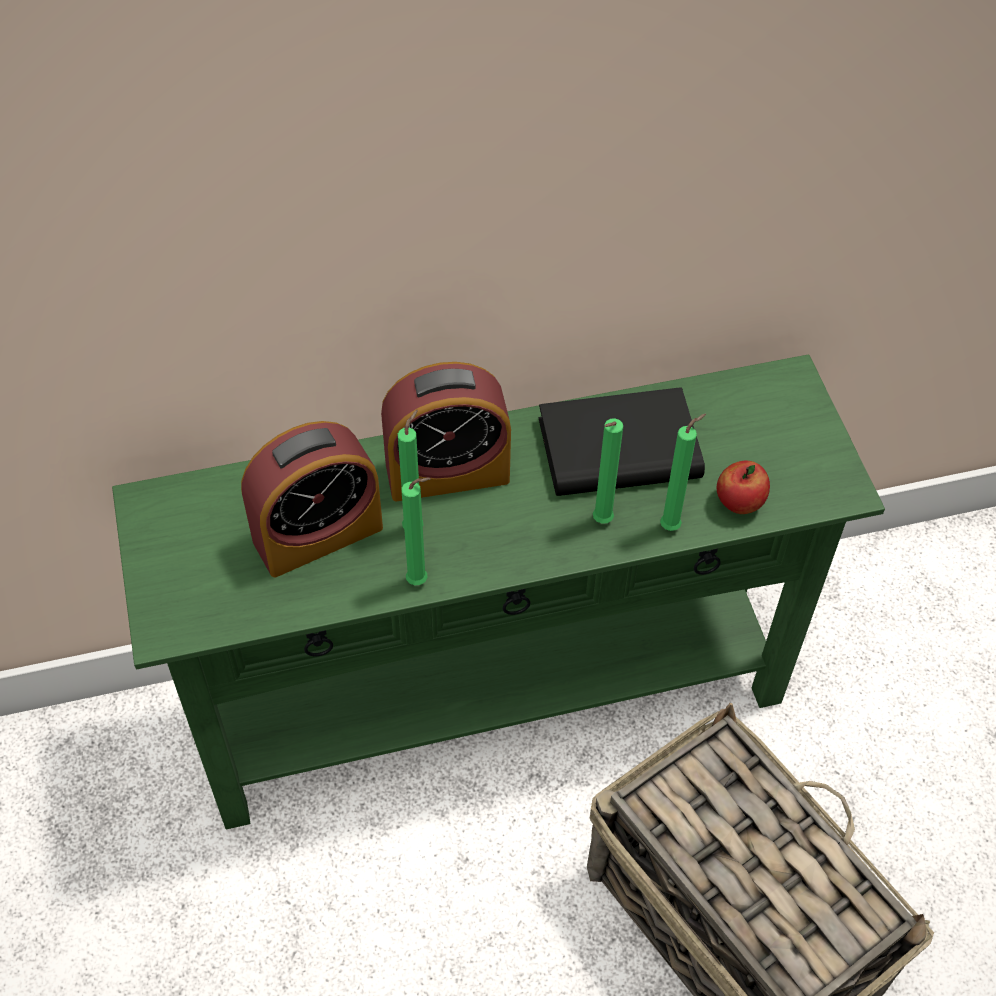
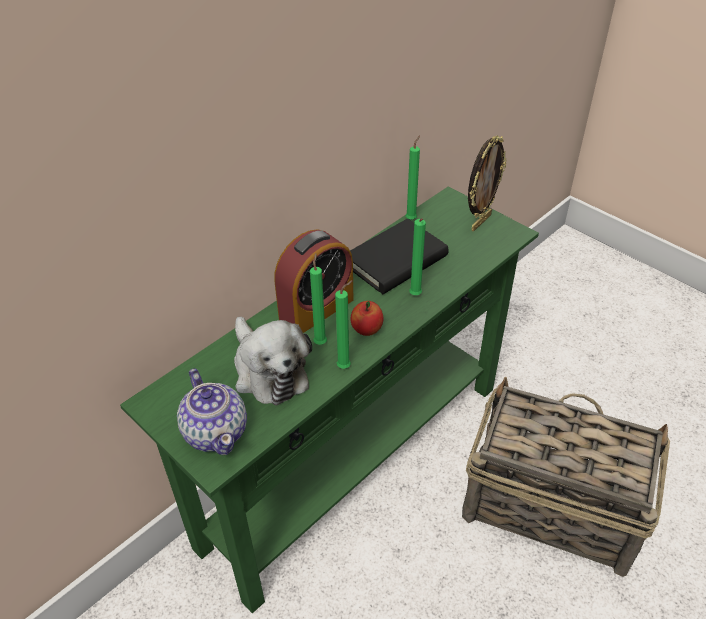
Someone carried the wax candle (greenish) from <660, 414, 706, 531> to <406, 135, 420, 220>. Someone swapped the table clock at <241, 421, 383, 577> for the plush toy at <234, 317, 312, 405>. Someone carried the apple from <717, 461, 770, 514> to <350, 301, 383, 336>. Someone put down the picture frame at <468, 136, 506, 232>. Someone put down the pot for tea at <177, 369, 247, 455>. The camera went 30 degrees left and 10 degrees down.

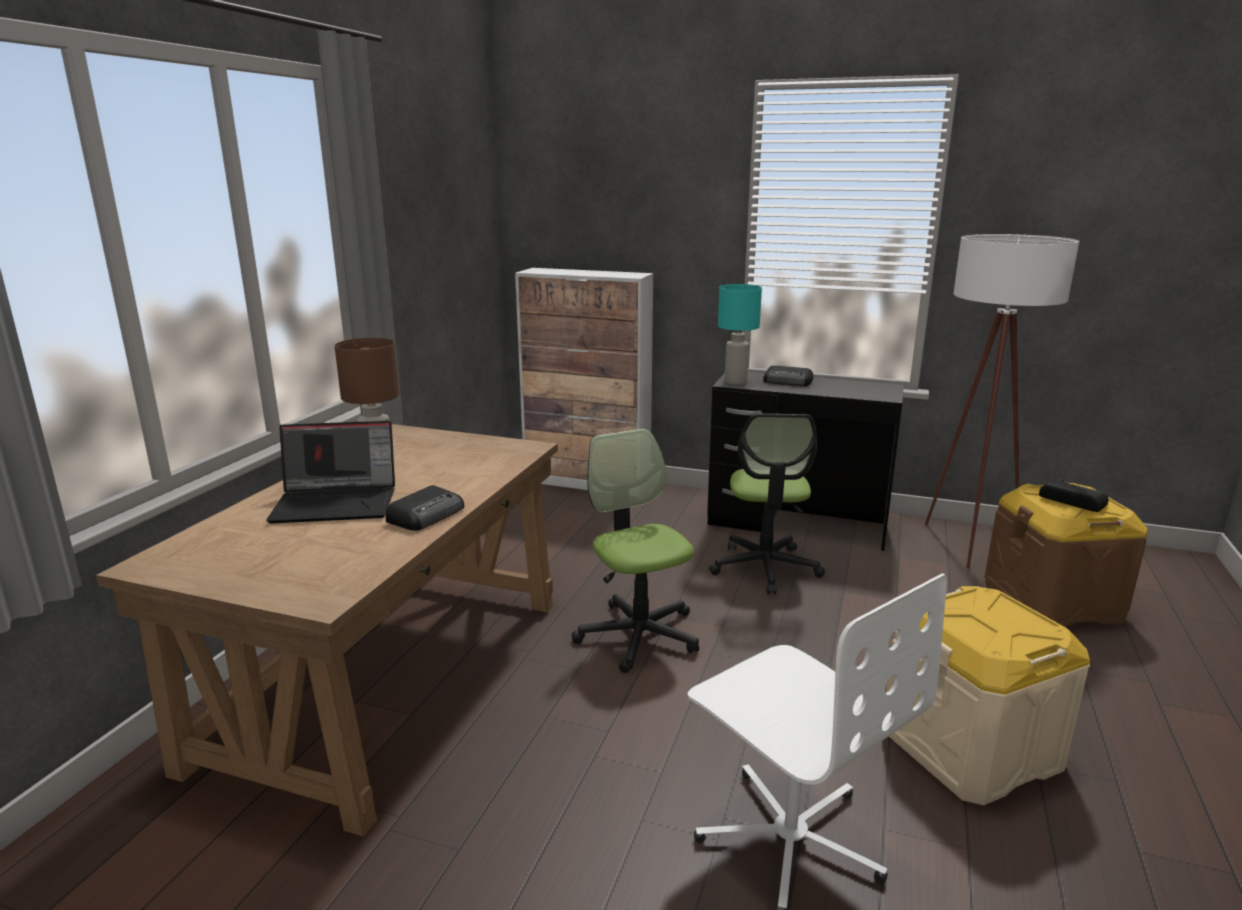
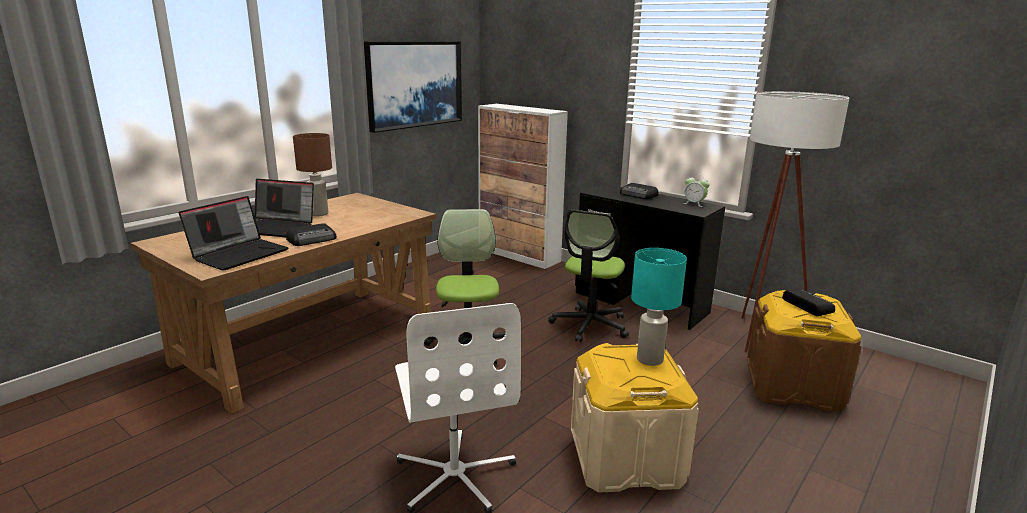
Someone carried the lamp for a table (turquoise-coloured) from <718, 284, 762, 385> to <631, 248, 687, 366>. Someone put up the wall picture at <364, 41, 462, 133>. Someone put down the table clock at <683, 175, 710, 207>. Someone put down the laptop at <179, 196, 288, 271>. The camera went 20 degrees right and 0 degrees up.

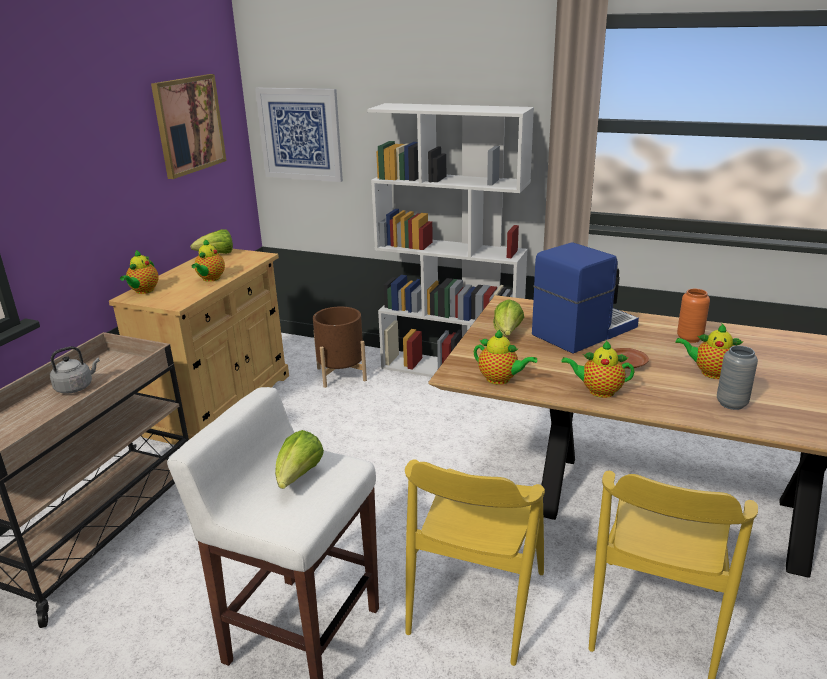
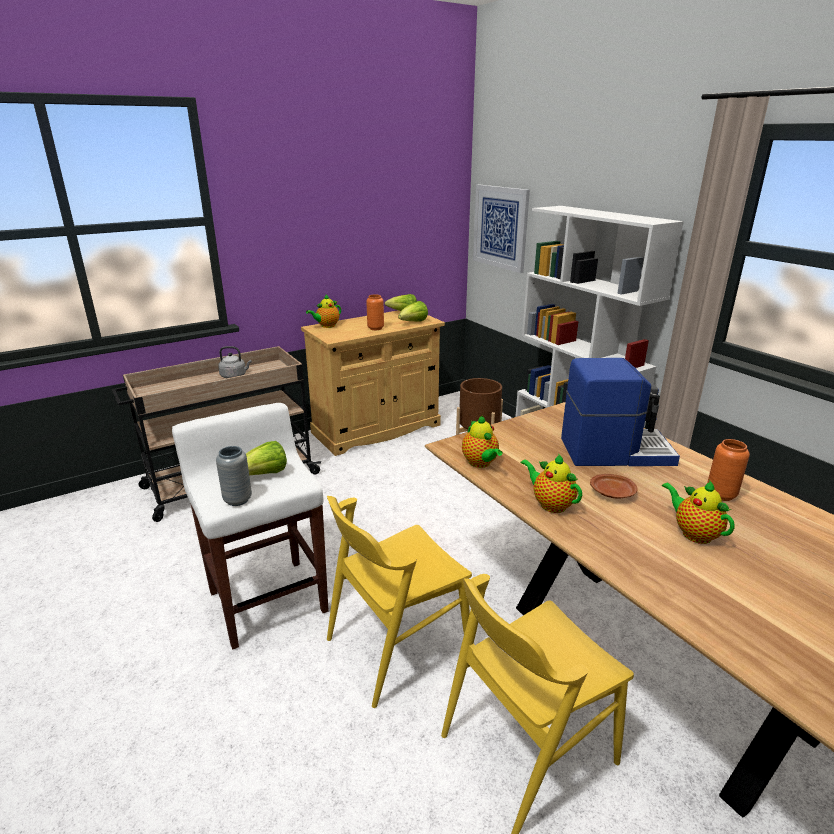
Someone took away the wall picture at <151, 74, 227, 179>. Someone swapped the pot for tea at <192, 239, 225, 282> for the decorative vase (orange-coloured) at <366, 294, 384, 330>. Someone carried the lettuce head from <493, 299, 524, 336> to <398, 301, 428, 322>. Someone carried the decorative vase (greyish) from <717, 346, 758, 410> to <216, 446, 252, 506>. The camera went 35 degrees right and 0 degrees up.

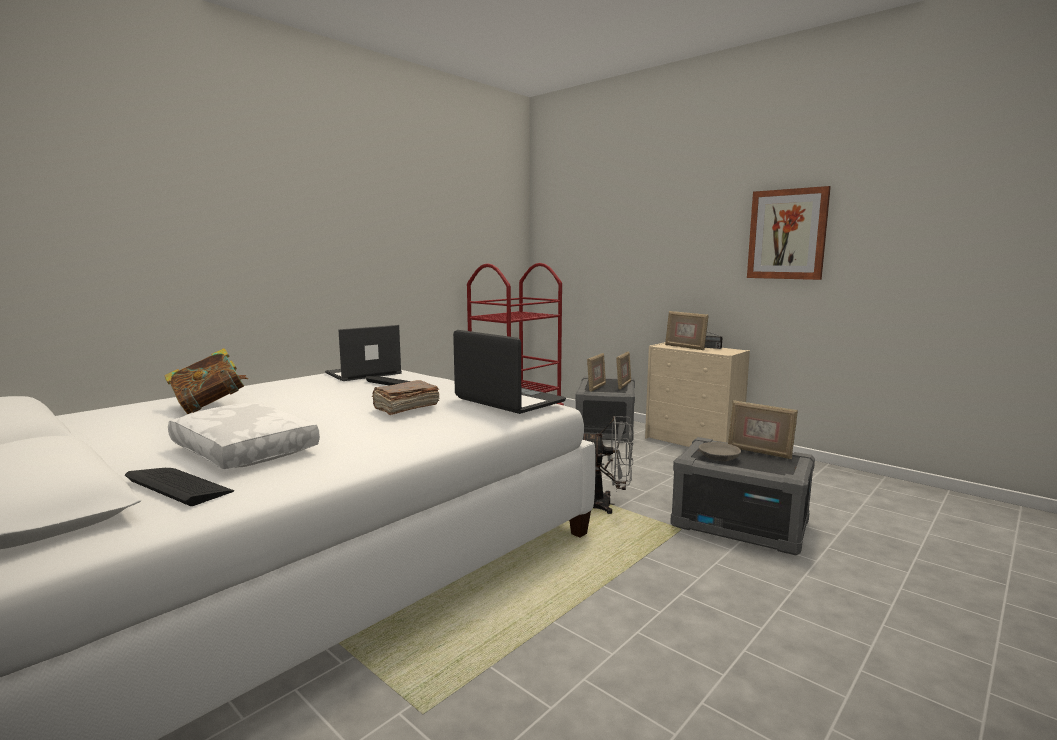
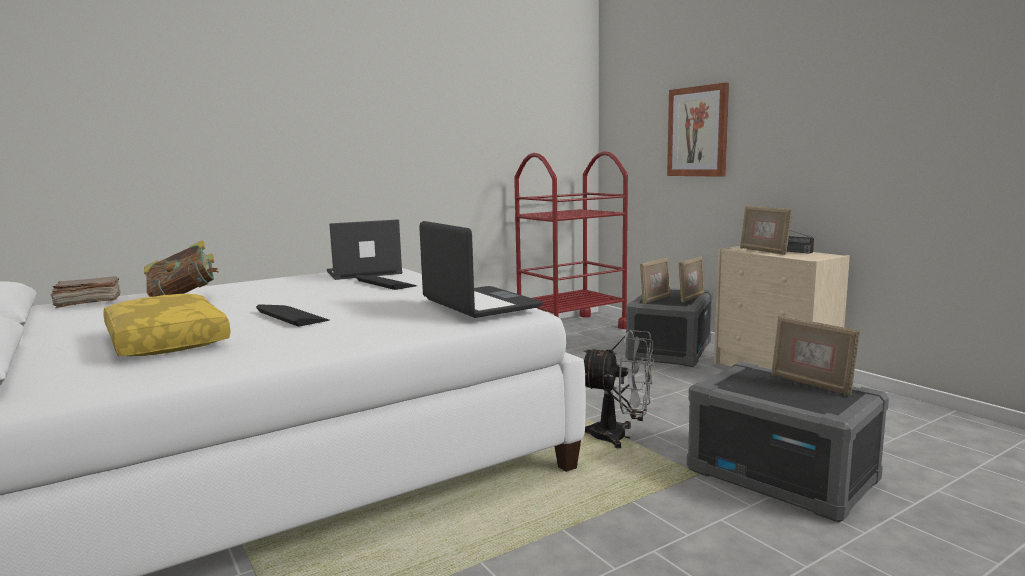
Someone carried the wall picture from <747, 186, 831, 280> to <667, 83, 729, 177>. Someone carried the volume (brownish) from <372, 380, 439, 415> to <51, 276, 121, 308>. Someone repainted the pillow (white) at <168, 403, 320, 469>, which became the pillow (yellow) at <103, 294, 230, 356>. Someone took away the bowl (greyish) at <699, 442, 741, 461>. Someone carried the computer keyboard from <125, 468, 234, 506> to <256, 304, 329, 327>. The camera went 15 degrees right and 0 degrees up.

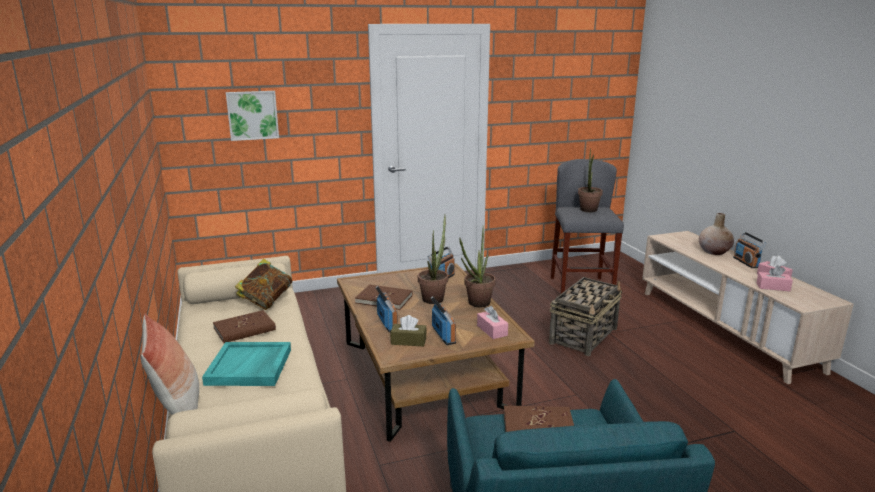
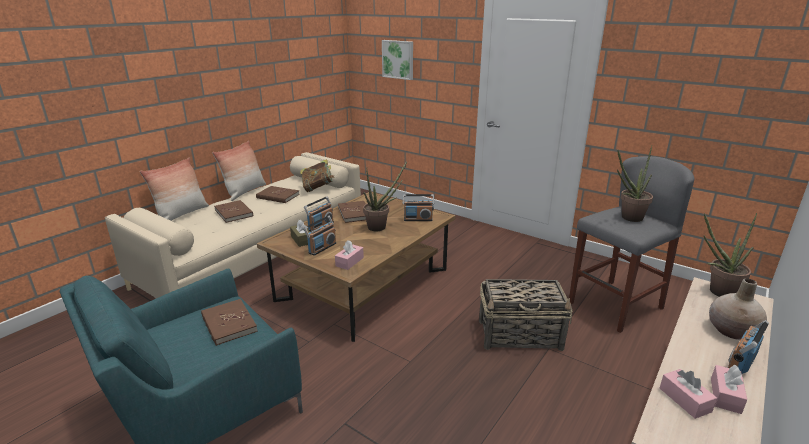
Someone carried the potted plant from <459, 228, 496, 307> to <703, 213, 757, 297>. Someone swapped the carrying tray (turquoise-coloured) at <202, 342, 291, 386> for the volume (brownish) at <214, 200, 253, 223>. Someone put down the pillow at <212, 141, 266, 201>. The camera went 55 degrees right and 5 degrees up.

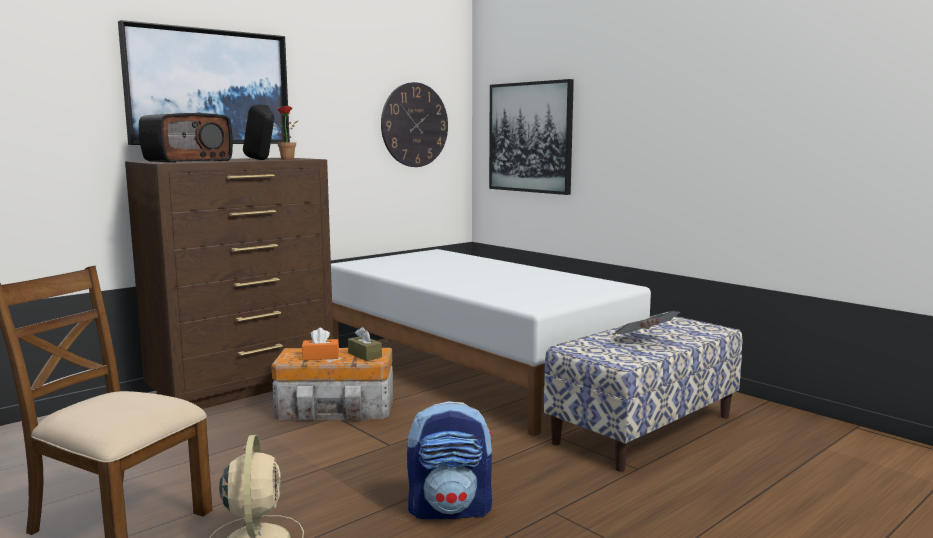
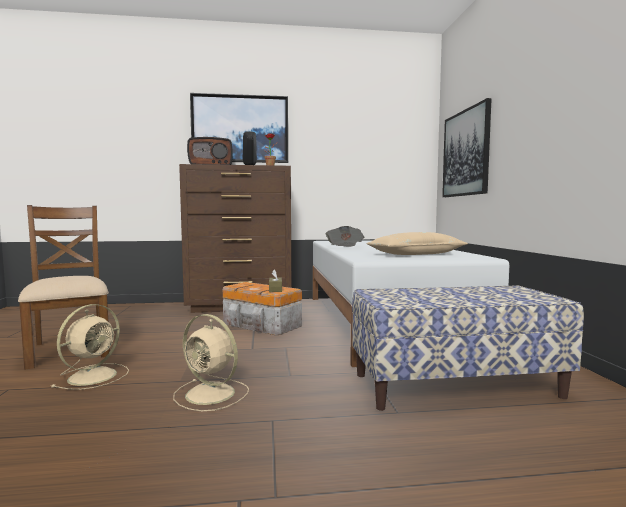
Someone took away the wall clock at <381, 82, 448, 167>. Someone carried the printed paper from <612, 311, 680, 335> to <326, 226, 365, 247>. Someone took away the tissue box (orange-coloured) at <302, 328, 339, 360>. Someone swapped the backpack at <407, 401, 493, 519> for the cooling fan (beige-coloured) at <173, 314, 249, 411>. Someone put down the pillow (beige-coloured) at <366, 232, 468, 255>. The camera went 35 degrees right and 5 degrees down.

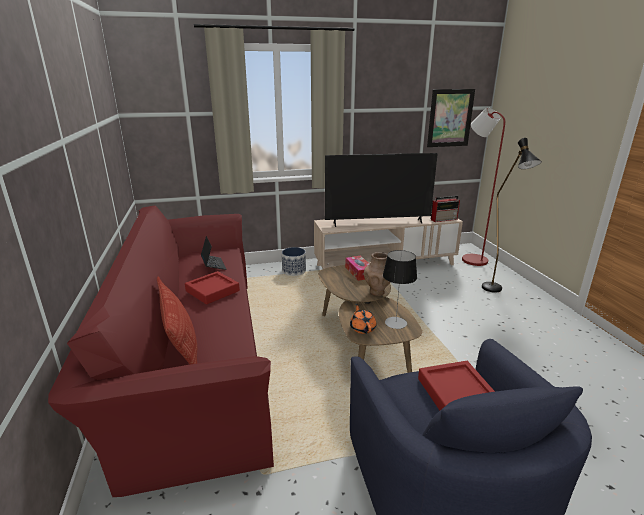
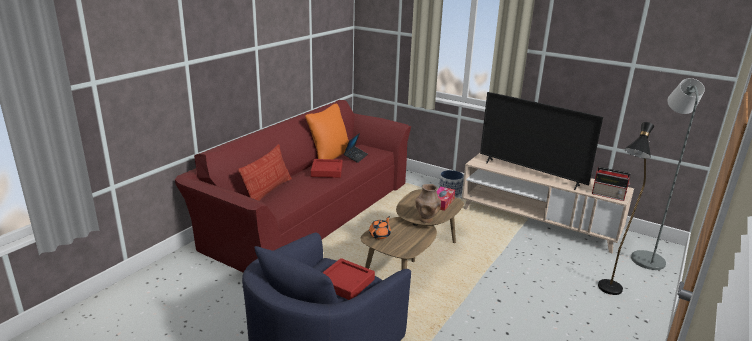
Someone took away the wall picture at <427, 89, 475, 147>. Someone repainted the standing lamp (red) at <462, 107, 505, 266>, which became the standing lamp (greyish) at <631, 78, 705, 270>. Someone took away the lamp for a table at <383, 250, 417, 329>. Someone put down the pillow (orange-coloured) at <305, 104, 349, 159>. The camera went 45 degrees right and 0 degrees up.

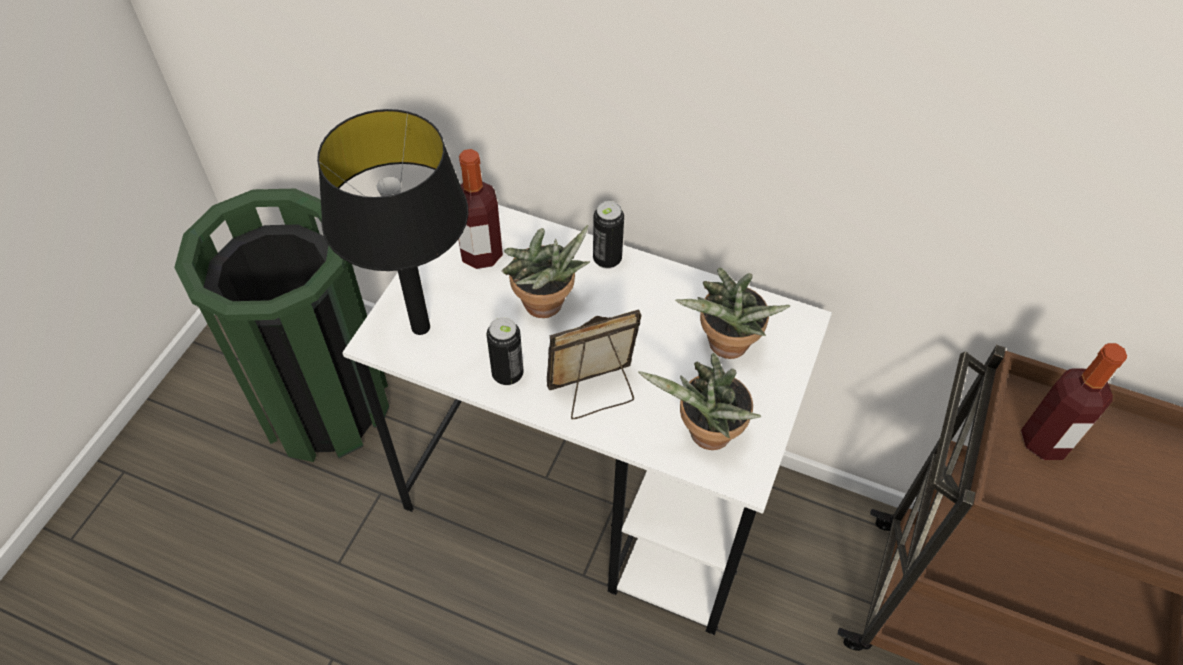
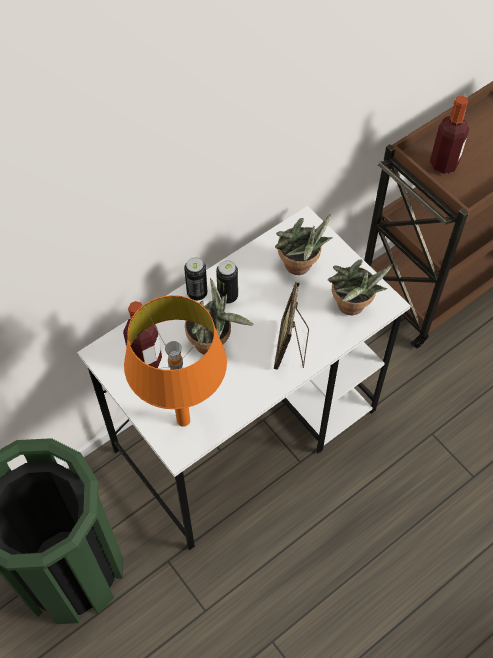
Someone repainted the lamp for a table (black-coloured) at <317, 109, 468, 335>, which became the lamp for a table (orange-coloured) at <124, 295, 227, 427>. Someone carried the can from <487, 317, 524, 385> to <216, 260, 238, 304>. The camera went 60 degrees left and 5 degrees up.

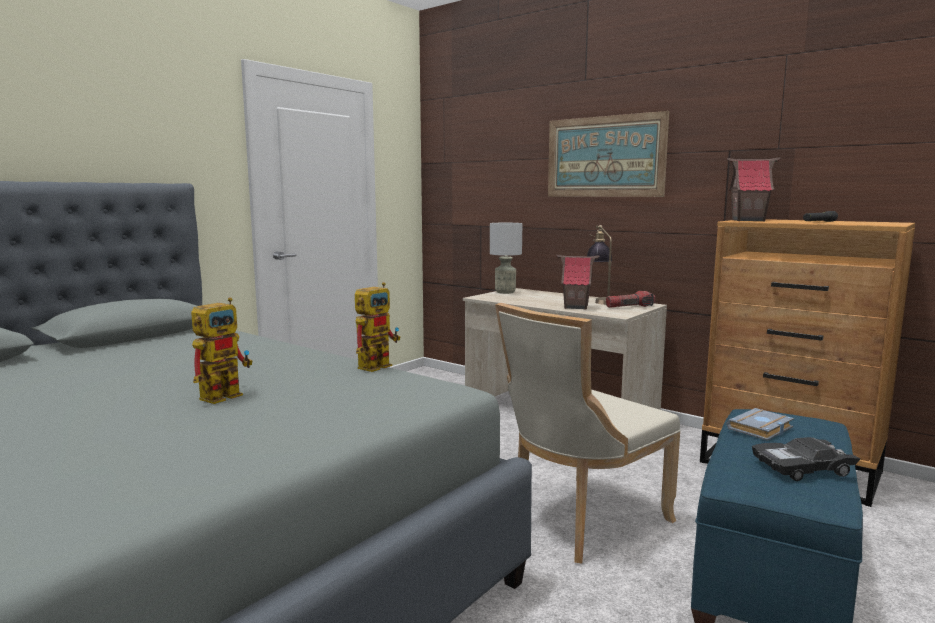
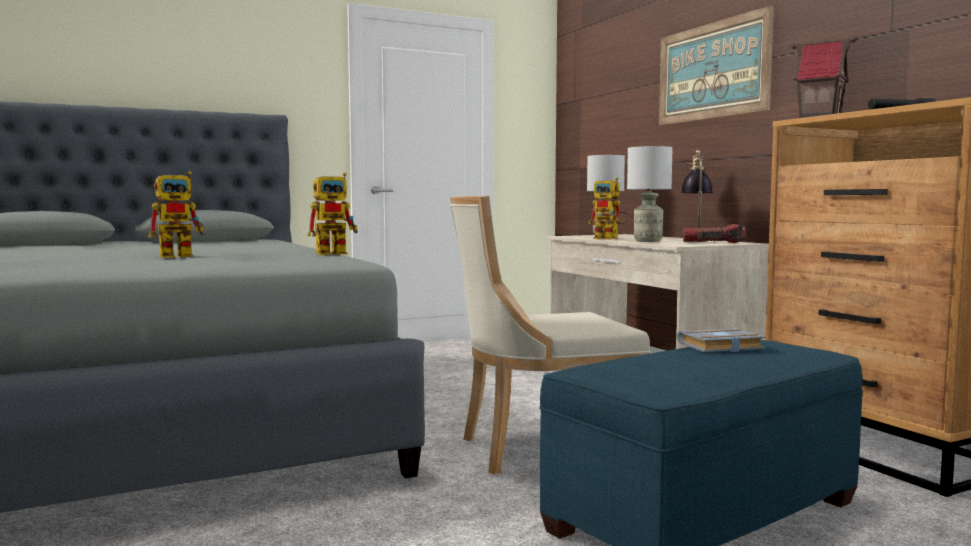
Someone swapped the miniature house at <556, 255, 600, 310> for the lamp for a table (greyish) at <627, 146, 672, 242>. Someone took away the toy car (black-coloured) at <752, 437, 860, 481>. Someone put down the model robot at <588, 177, 631, 239>. The camera went 25 degrees right and 5 degrees down.

